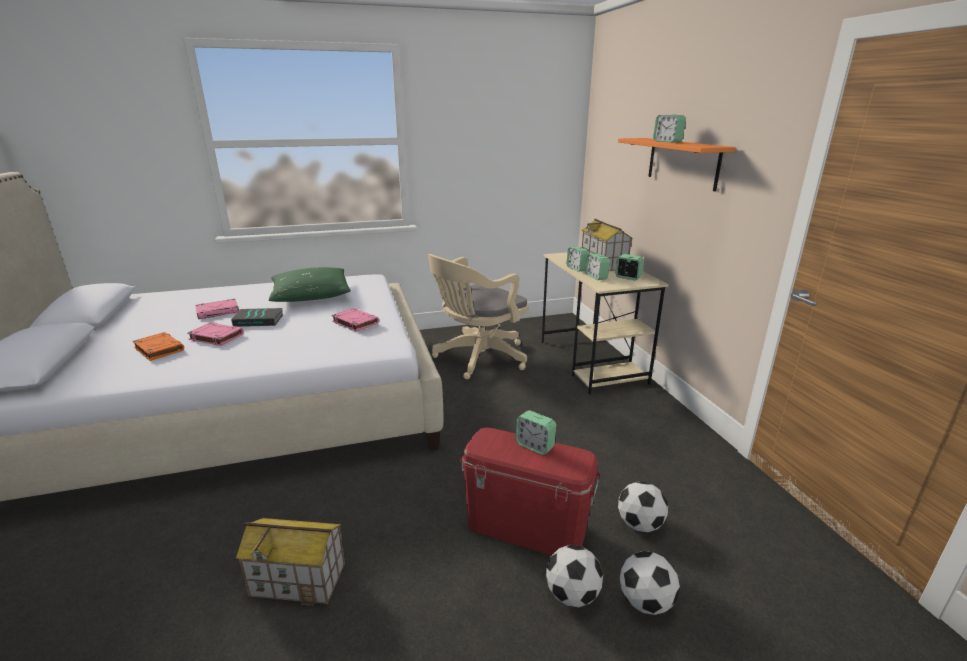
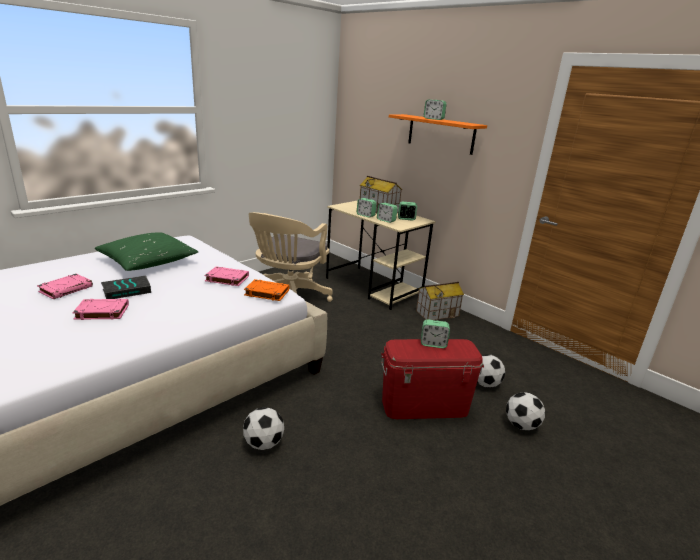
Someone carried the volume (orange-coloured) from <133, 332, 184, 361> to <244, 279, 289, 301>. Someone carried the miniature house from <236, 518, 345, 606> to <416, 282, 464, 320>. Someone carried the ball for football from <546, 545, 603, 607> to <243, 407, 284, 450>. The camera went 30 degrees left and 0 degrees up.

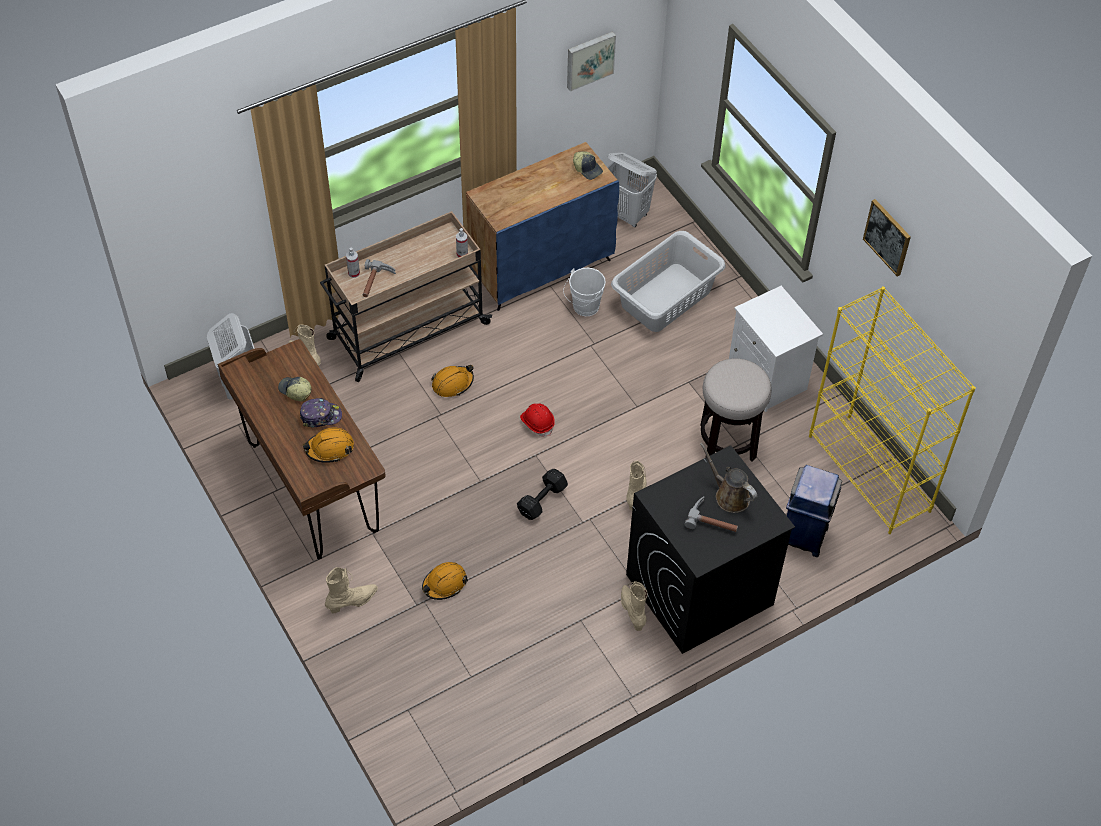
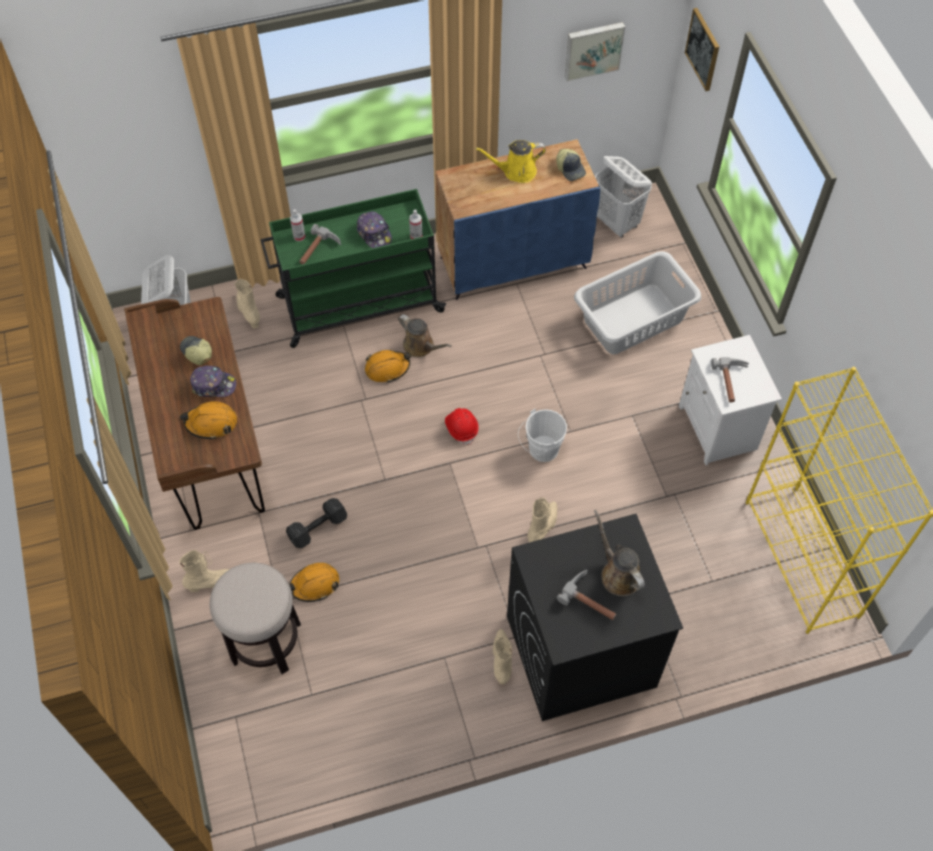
Someone carried the wall picture from <863, 199, 911, 276> to <685, 8, 719, 91>. Someone repainted the wheeled cart (beige-coloured) at <320, 211, 492, 382>, which became the wheeled cart (greenish) at <260, 189, 446, 348>. Someone carried the bucket (white) from <563, 268, 606, 316> to <518, 409, 567, 462>. Someone carried the stool from <700, 358, 772, 461> to <209, 563, 301, 674>. Someone took away the rubbish bin (bluish) at <786, 465, 842, 557>. Someone carried the free weight (black-coloured) from <517, 469, 568, 520> to <286, 498, 347, 548>. Someone put down the watering can (yellow) at <475, 140, 546, 183>. Someone put down the peaked cap at <357, 211, 392, 248>. Someone put down the watering can (brownish) at <398, 314, 452, 358>. Someone put down the hammer at <711, 357, 749, 402>. The camera went 15 degrees right and 5 degrees up.

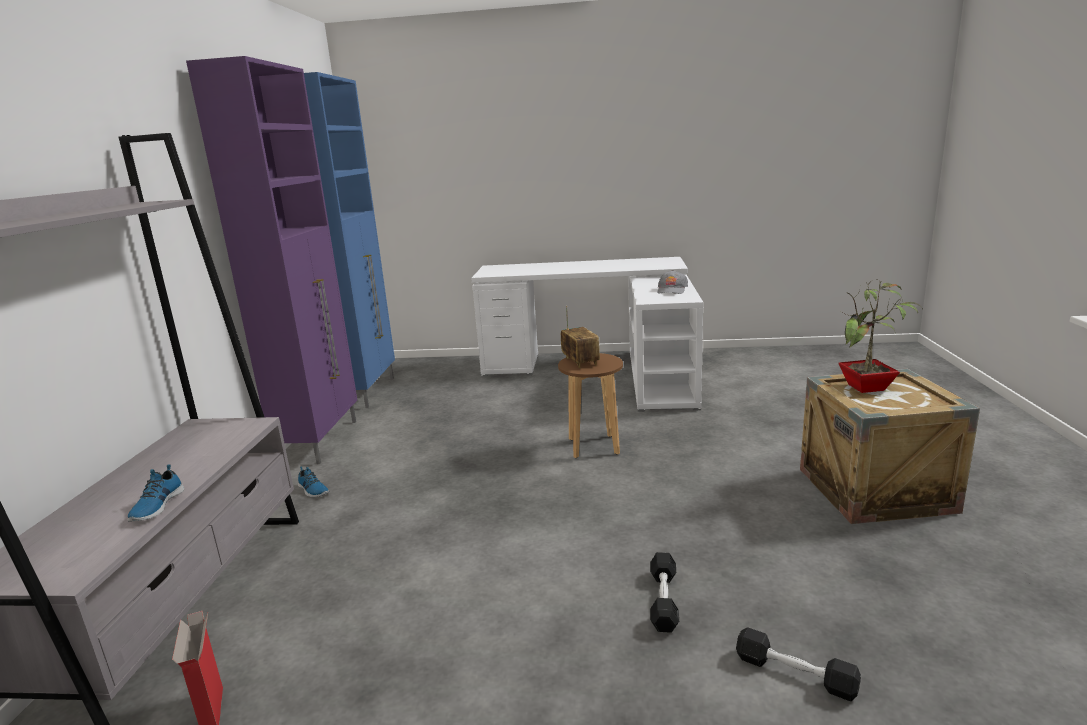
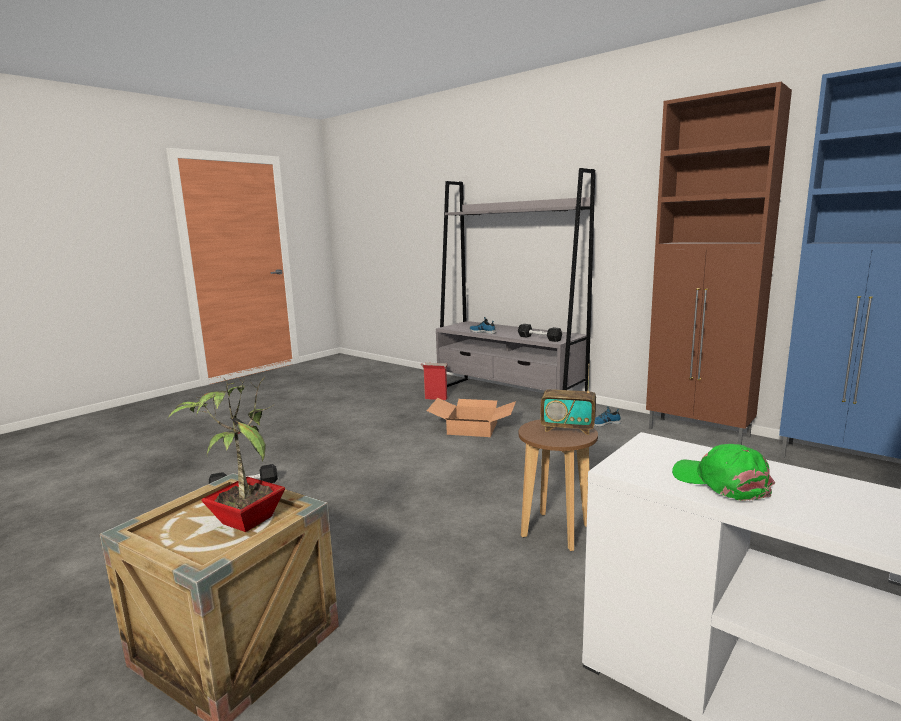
Someone repainted the cabinet (purplish) at <186, 56, 357, 464>, which became the cabinet (brownish) at <646, 82, 792, 445>. Someone repainted the peaked cap (greyish) at <657, 270, 688, 294>, which became the peaked cap (greenish) at <672, 444, 775, 501>. Someone carried the free weight (black-coloured) from <650, 552, 679, 633> to <518, 324, 562, 342>. Someone put down the cardboard box at <427, 398, 516, 437>. The camera went 125 degrees right and 5 degrees down.

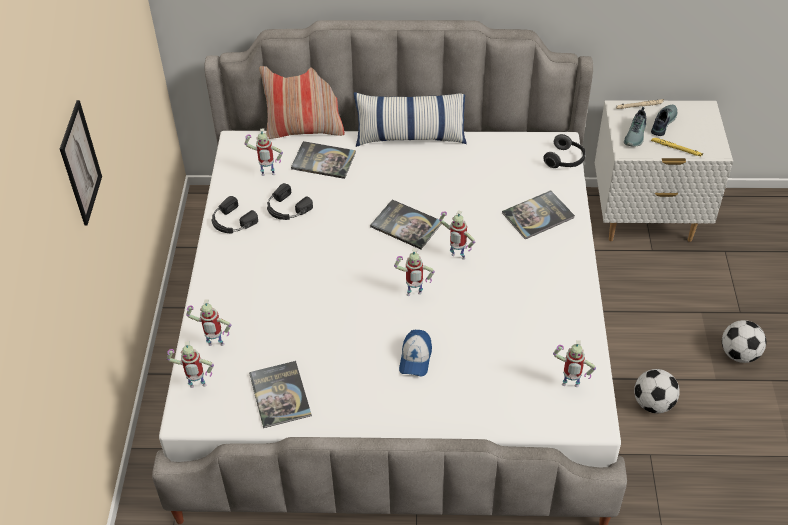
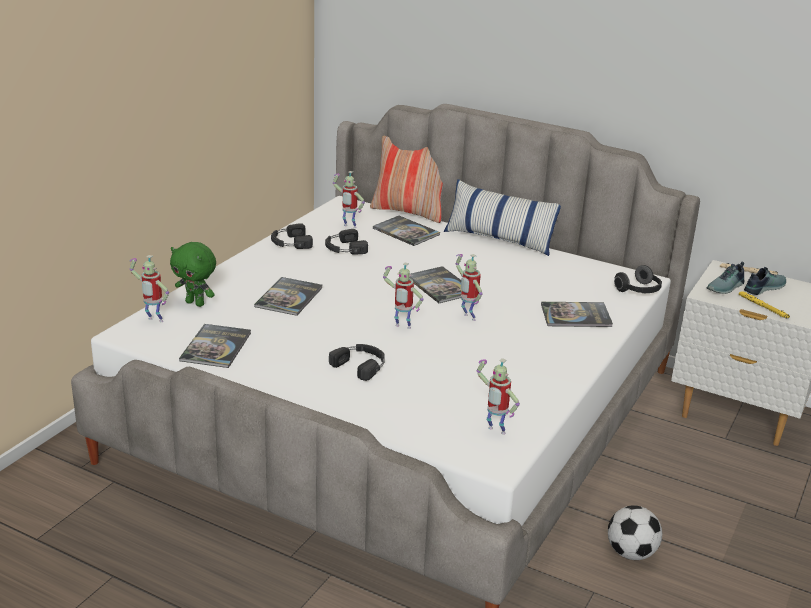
Someone took away the wall picture at <60, 100, 102, 225>. Someone swapped the model robot at <186, 300, 231, 346> for the plush toy (greenish) at <170, 242, 216, 307>. Someone took away the ball for football at <722, 320, 766, 363>. Someone swapped the peaked cap at <399, 330, 432, 376> for the pair of headphones (black-coloured) at <329, 344, 385, 381>. Someone put down the volume at <254, 277, 322, 316>. The camera went 25 degrees right and 20 degrees down.

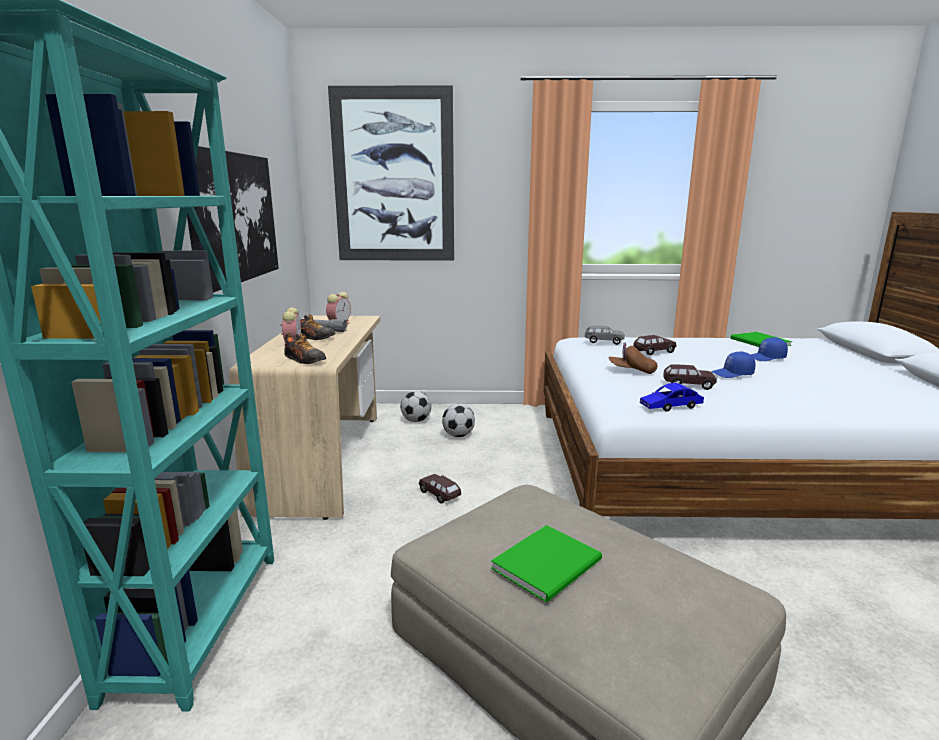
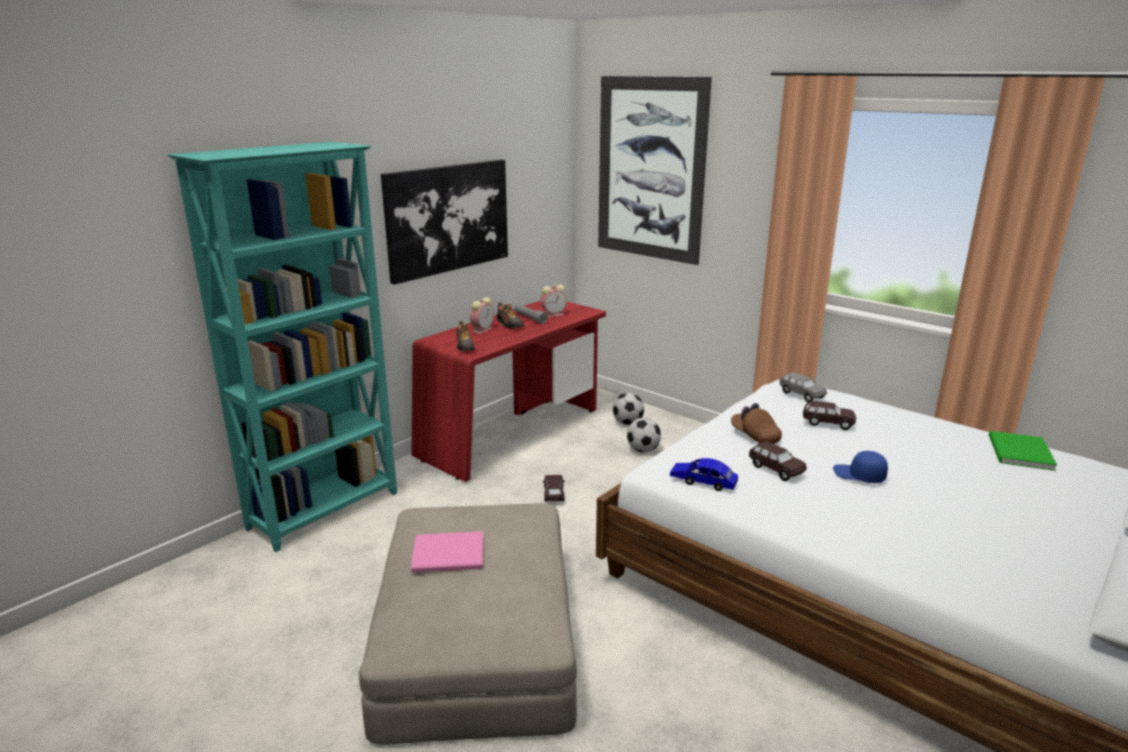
Someone repainted the desk (beige-coloured) at <229, 316, 380, 520>, which became the desk (red) at <412, 301, 606, 482>. Someone took away the peaked cap (bluish) at <751, 337, 788, 361>. Someone repainted the volume (greenish) at <491, 525, 602, 602>, which became the volume (pinkish) at <411, 531, 483, 573>. The camera went 40 degrees right and 5 degrees up.

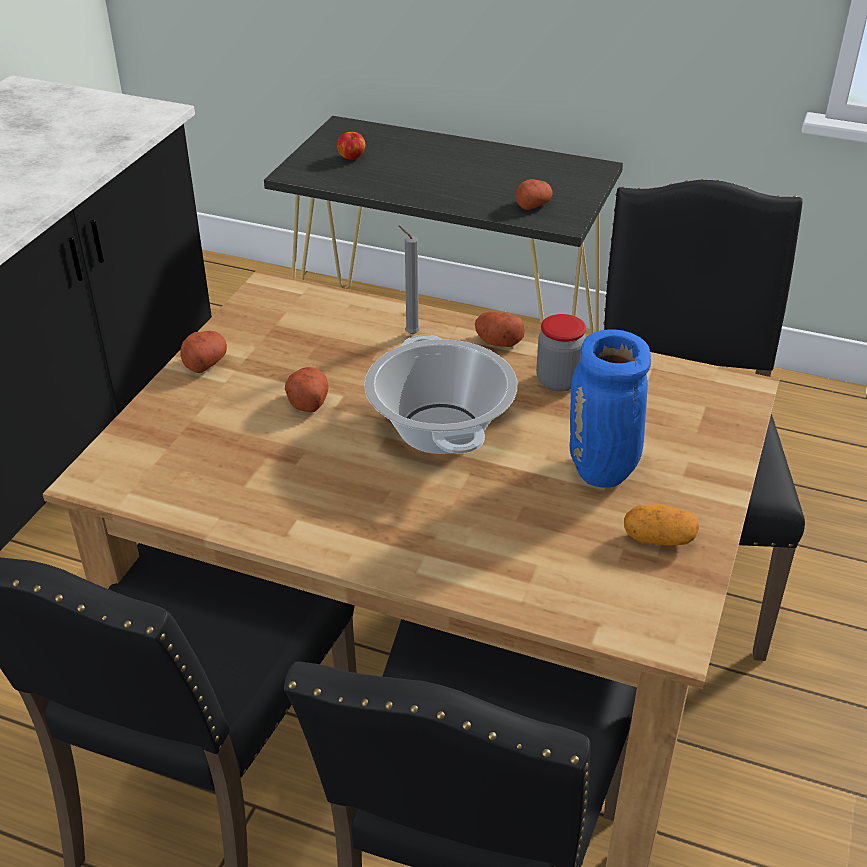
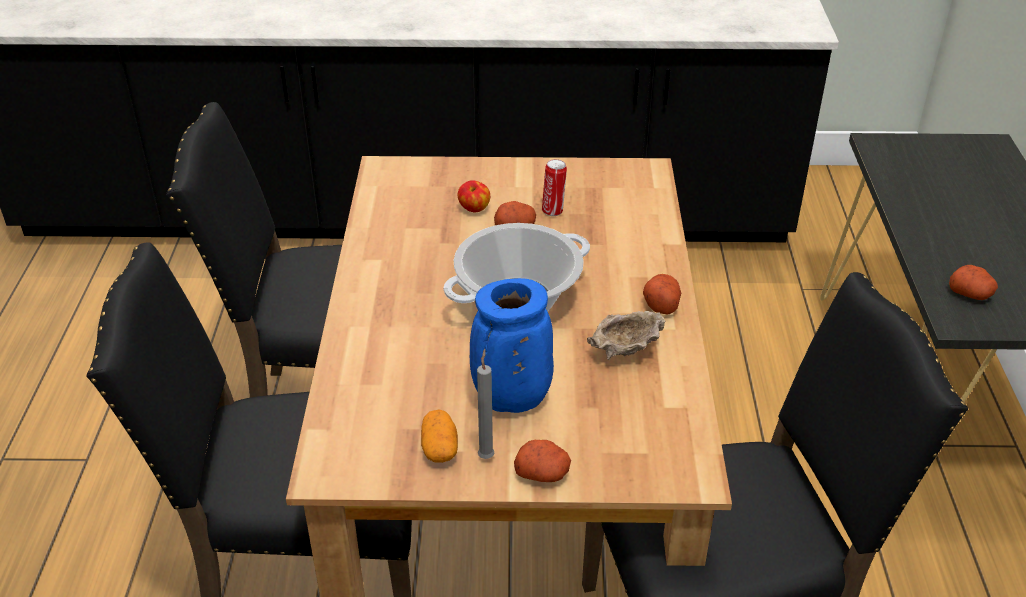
Someone carried the apple from <337, 132, 365, 160> to <458, 180, 490, 212>. Someone carried the wax candle (greyish) from <399, 226, 420, 335> to <477, 349, 494, 459>. Someone swapped the storage jar at <536, 314, 586, 392> for the bowl (beige-coloured) at <587, 311, 665, 360>. Someone carried the whole potato from <180, 331, 227, 373> to <514, 440, 571, 482>. Someone put down the can at <542, 159, 567, 216>. The camera went 70 degrees right and 0 degrees up.

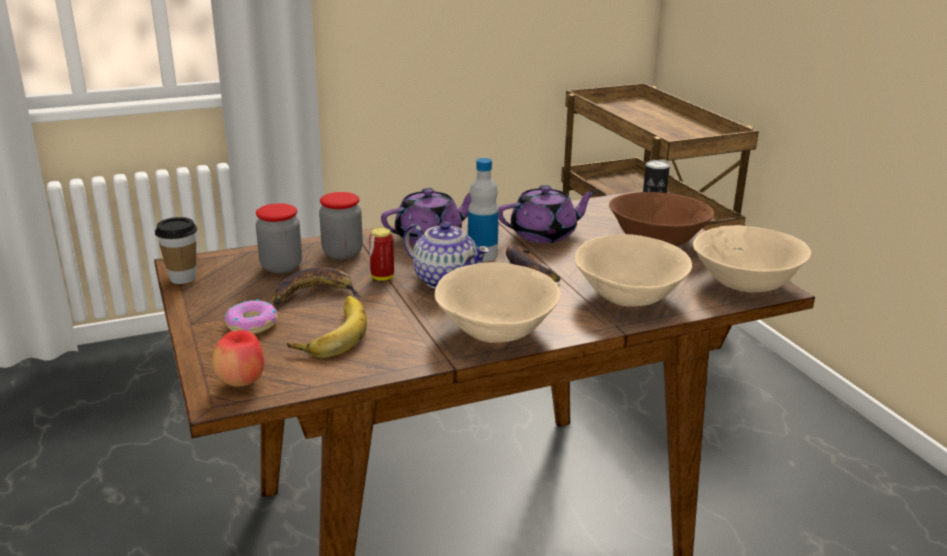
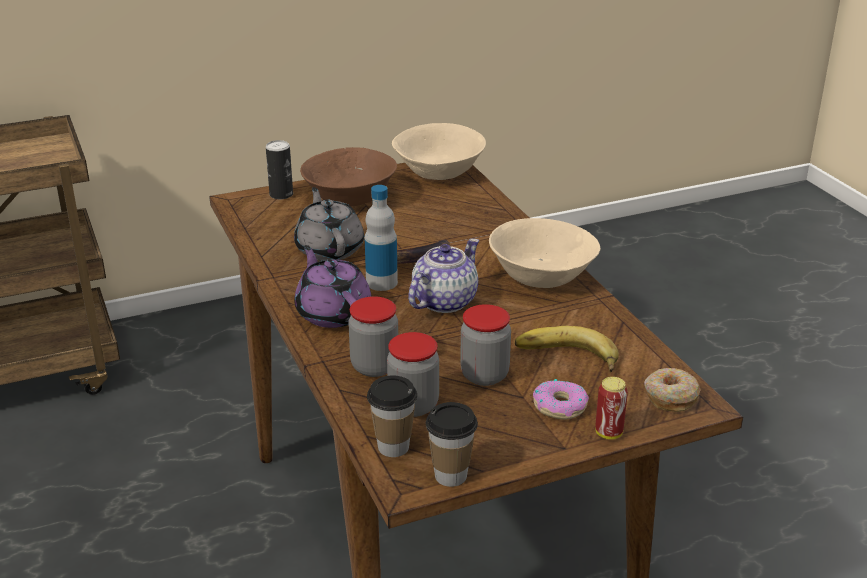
Someone repainted the pot for tea (purplish) at <499, 185, 597, 243>, which became the pot for tea (greyish) at <294, 187, 364, 261>. Someone carried the can from <369, 228, 394, 281> to <595, 377, 628, 440>. Someone took away the bowl (beige-coloured) at <575, 234, 692, 307>. Someone swapped the banana fruit at <273, 267, 361, 305> for the storage jar at <460, 304, 511, 386>. Someone swapped the apple at <212, 330, 264, 387> for the doughnut at <644, 368, 701, 412>. Someone put down the drinking cup at <367, 376, 417, 457>. The camera went 90 degrees left and 5 degrees up.

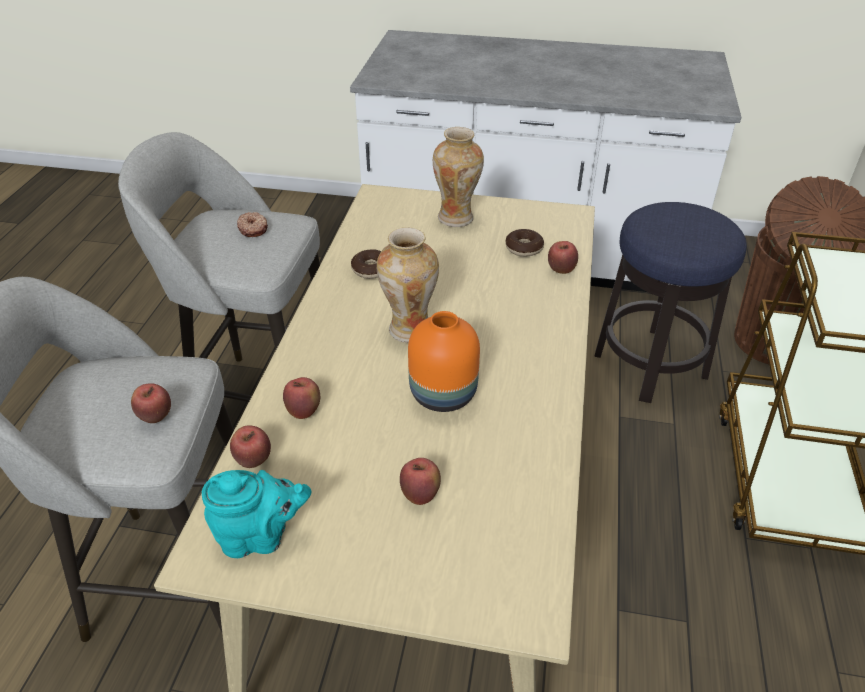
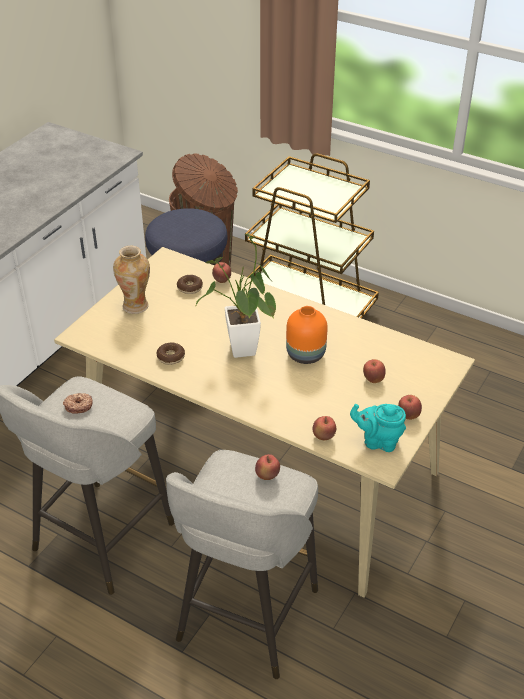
Someone swapped the decorative vase at <377, 227, 439, 343> for the potted plant at <196, 233, 276, 358>. Someone carried the apple from <283, 377, 320, 419> to <398, 395, 422, 420>. Someone rotated the pot for tea (turquoise-coloured) at <202, 470, 311, 558> by 90 degrees counterclockwise. The camera went 70 degrees left and 0 degrees up.

